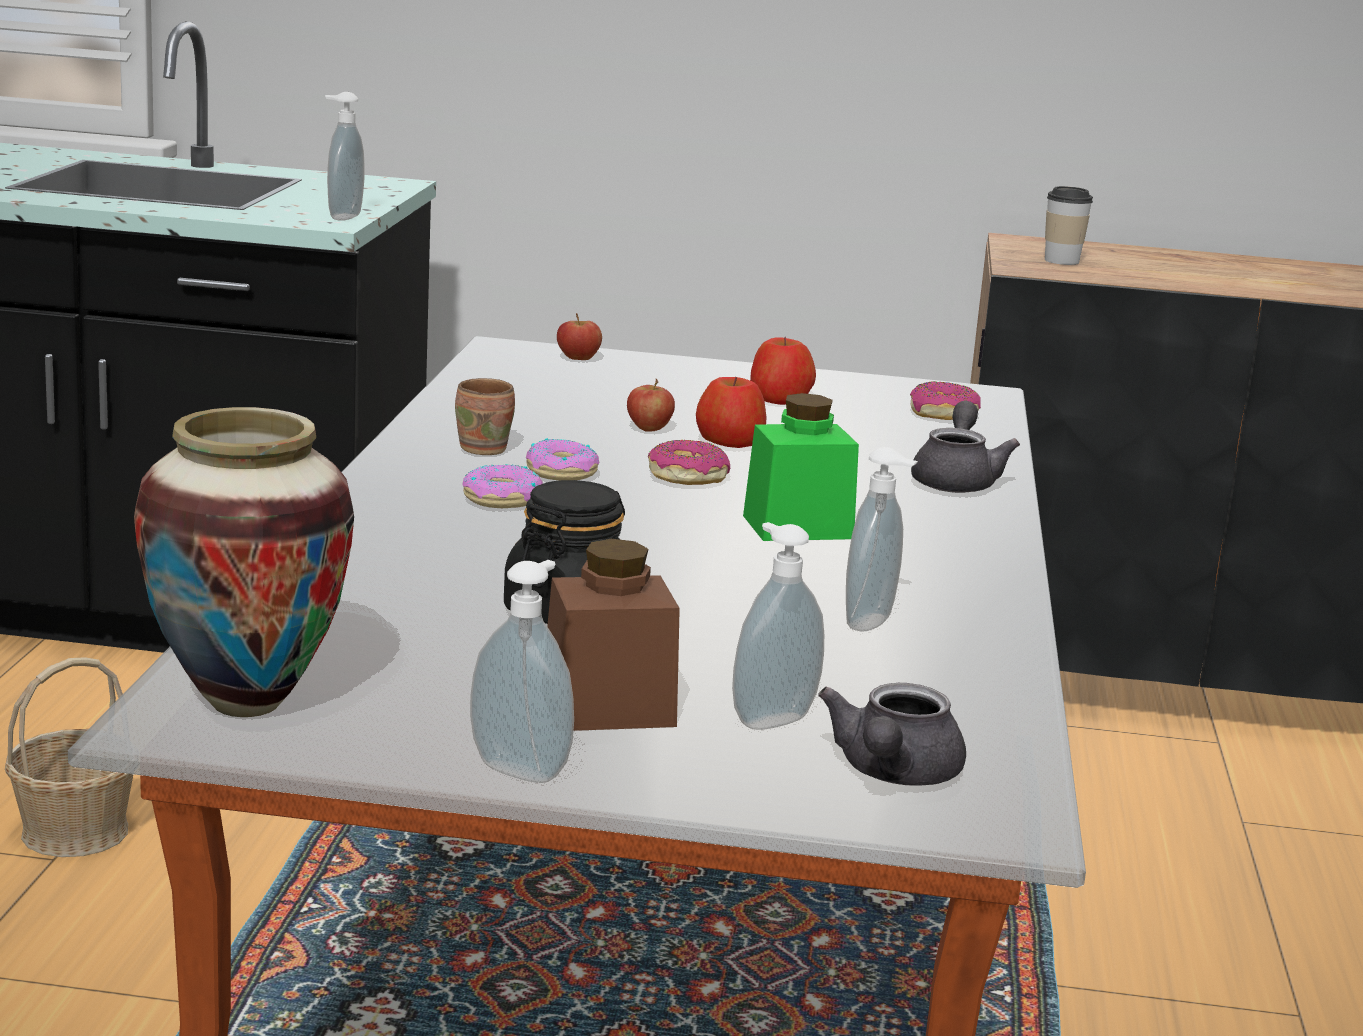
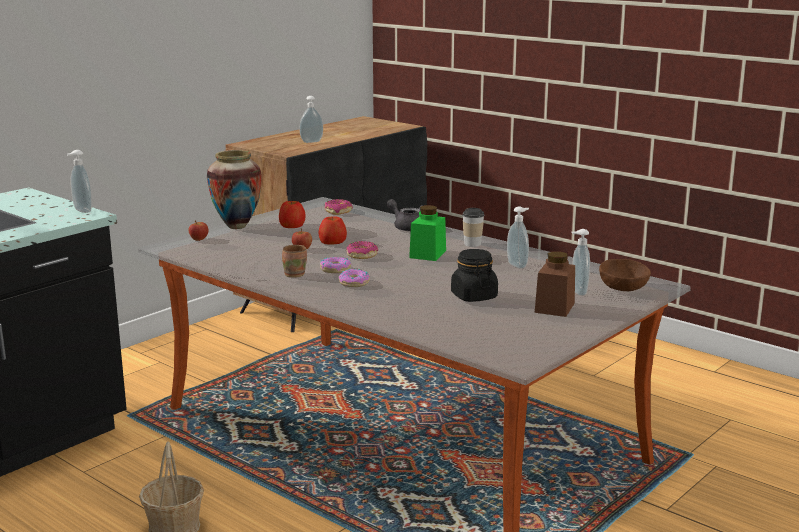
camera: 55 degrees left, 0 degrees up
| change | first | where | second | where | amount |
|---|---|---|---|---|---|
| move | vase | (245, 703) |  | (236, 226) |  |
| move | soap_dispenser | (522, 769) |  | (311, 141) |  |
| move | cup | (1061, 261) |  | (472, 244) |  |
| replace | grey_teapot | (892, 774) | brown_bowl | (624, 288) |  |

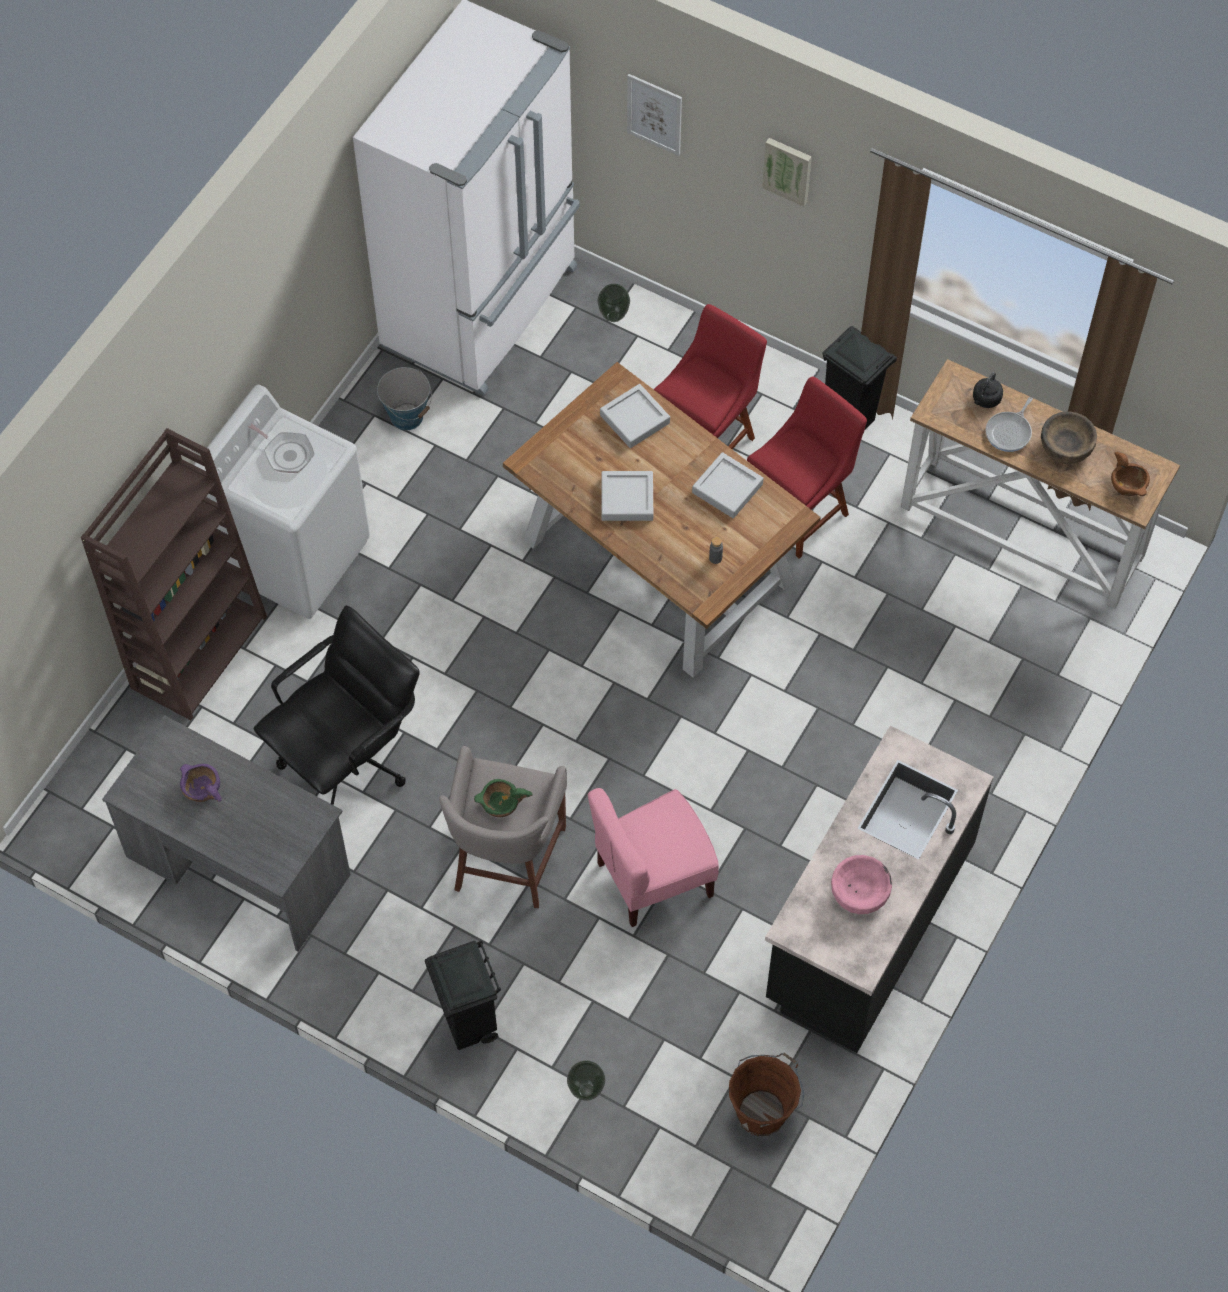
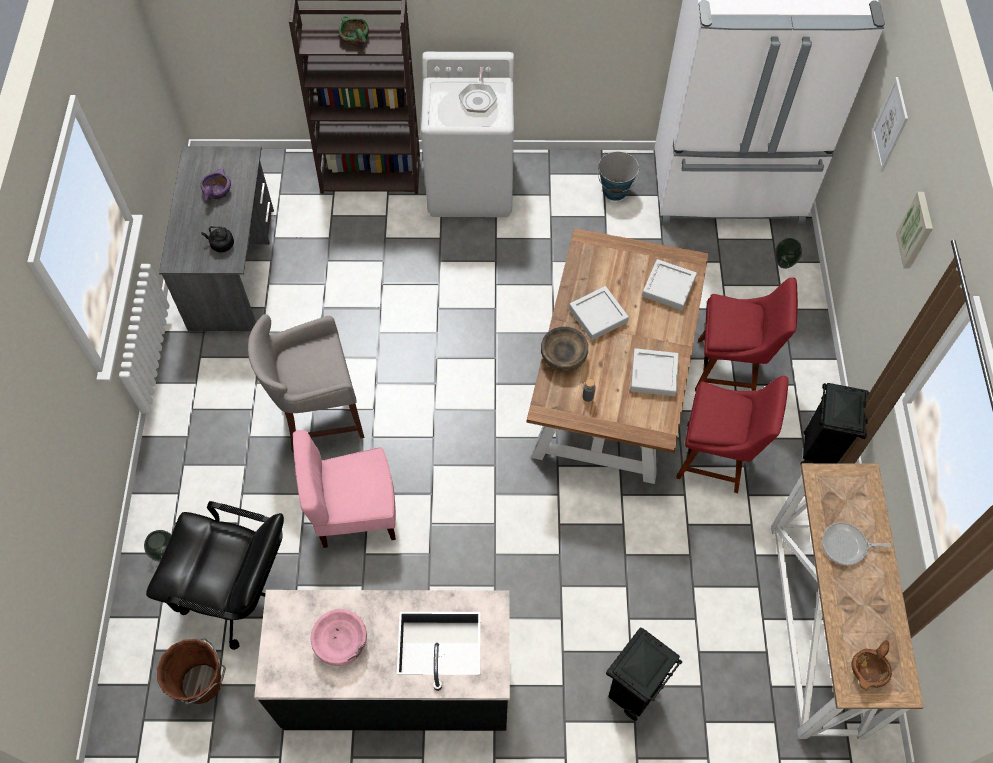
camera: 60 degrees right, 0 degrees up
| change | first | where | second | where | amount |
|---|---|---|---|---|---|
| move | black_office_chair | (348, 758) |  | (240, 594) |  |
| move | black_kettle | (985, 400) |  | (221, 244) |  |
| rotate | pink_chair | (653, 878) |  | (355, 513) | 45 degrees counterclockwise |
| move | green_bowl | (500, 804) |  | (354, 38) |  |
| move | brown_bowl | (1066, 447) |  | (563, 356) |  |
| move | black_trash_can | (470, 1026) |  | (631, 694) |  |

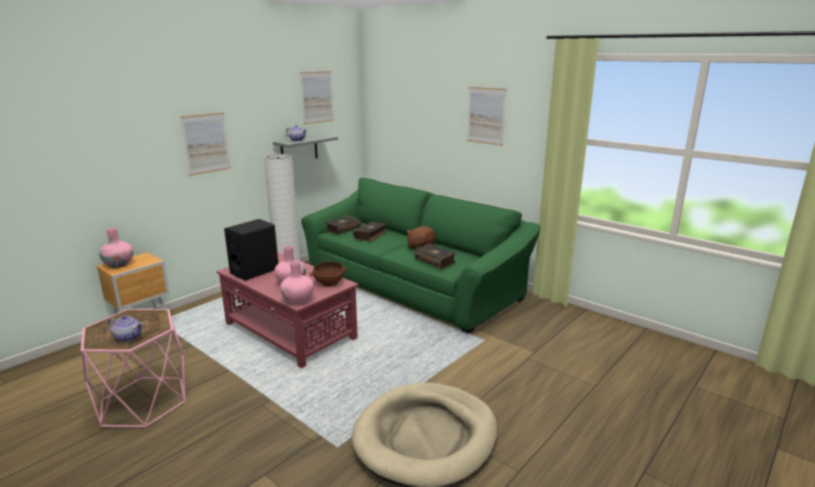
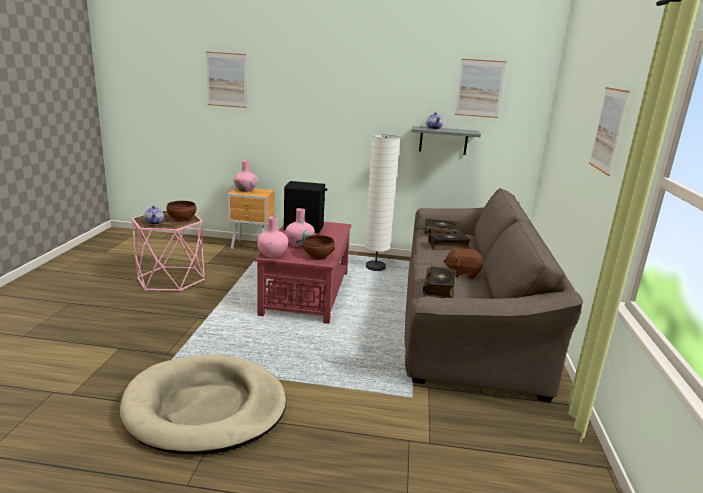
camera: 55 degrees right, 0 degrees up
| change | first | where | second | where | amount |
|---|---|---|---|---|---|
| insert |  |  | brown_bowl | (181, 219) |  |
| move | picture | (206, 143) |  | (226, 80) |  |
| recolor | green_sofa | (411, 284) | brown_sofa | (466, 319) |  |

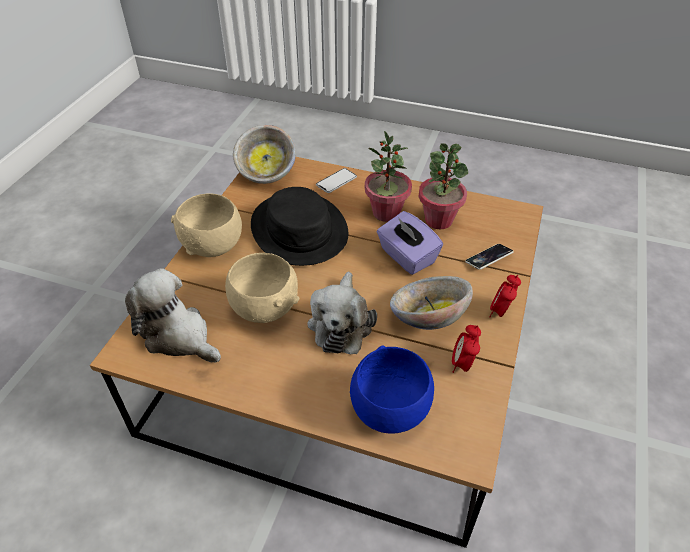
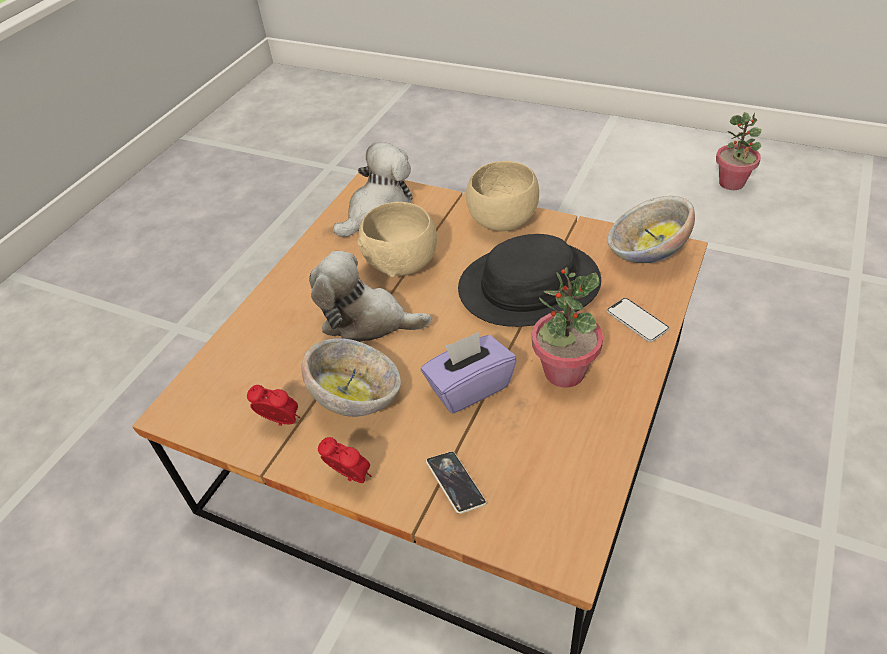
camera: 100 degrees right, 0 degrees up
| change | first | where | second | where | amount |
|---|---|---|---|---|---|
| move | potted_plant | (439, 220) |  | (732, 183) |  |
| delete | blue_bowl | (390, 411) |  |  |  |

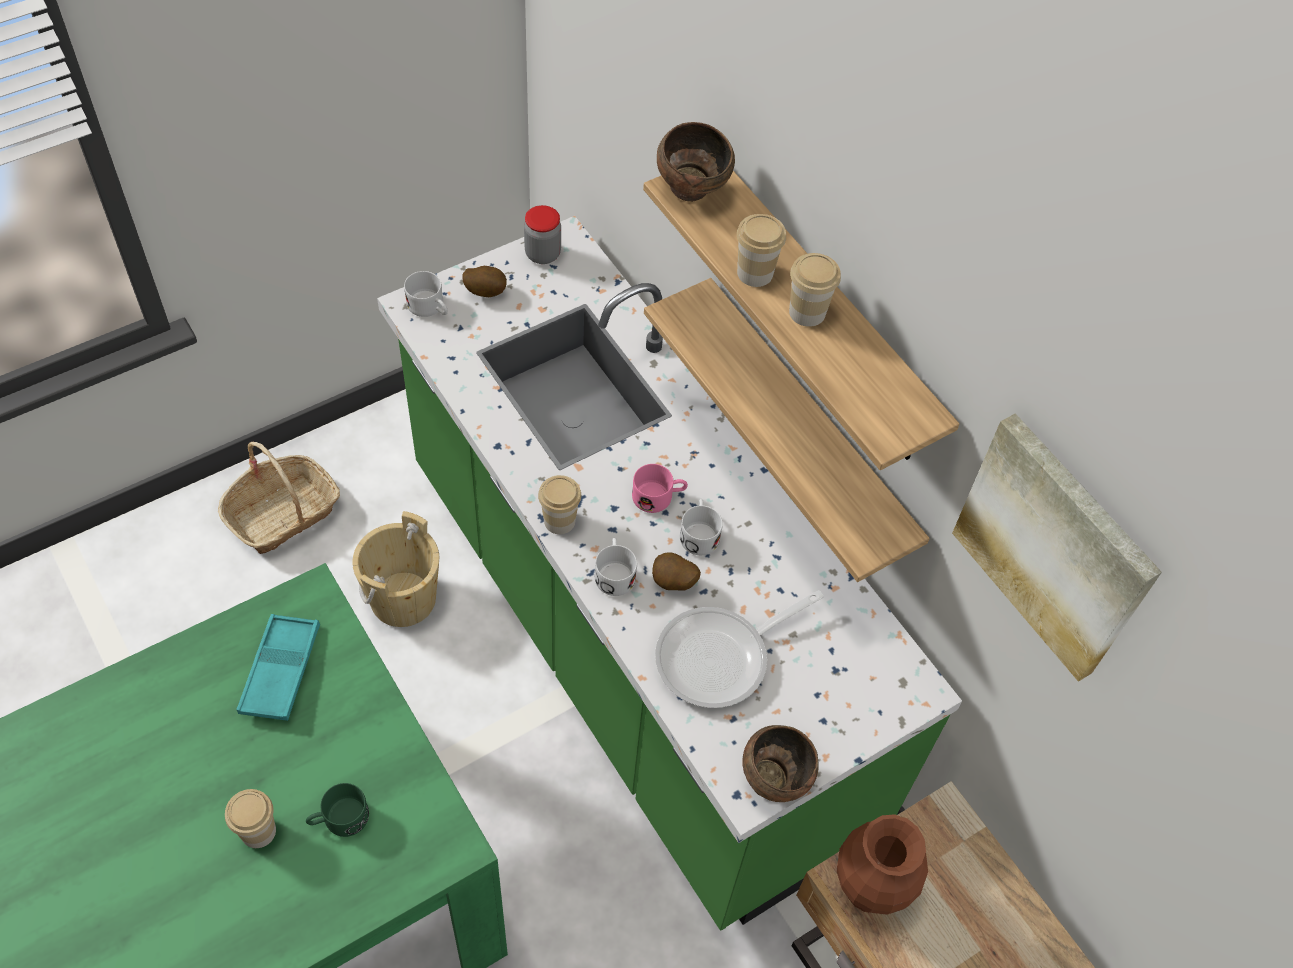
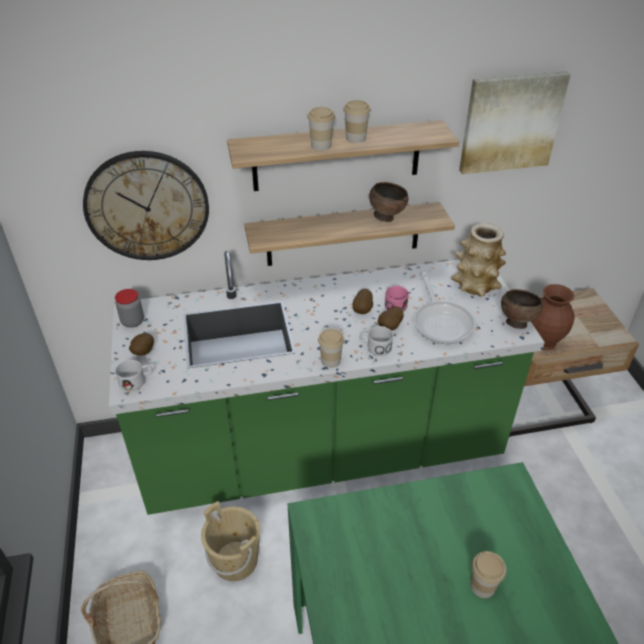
camera: 65 degrees left, 15 degrees down
| change | first | where | second | where | amount |
|---|---|---|---|---|---|
| insert |  |  | wall_clock | (147, 206) |  |
| replace | white_mug | (699, 533) | potato | (363, 310) |  |
| move | brown_bowl | (692, 191) |  | (386, 217) |  |
| move | pink_mug | (659, 497) |  | (396, 304) |  |
| insert |  |  | vase | (475, 285) |  |
| delete | turquoise_tray | (280, 671) |  |  |  |
| delete | green_mug | (339, 819) |  |  |  |

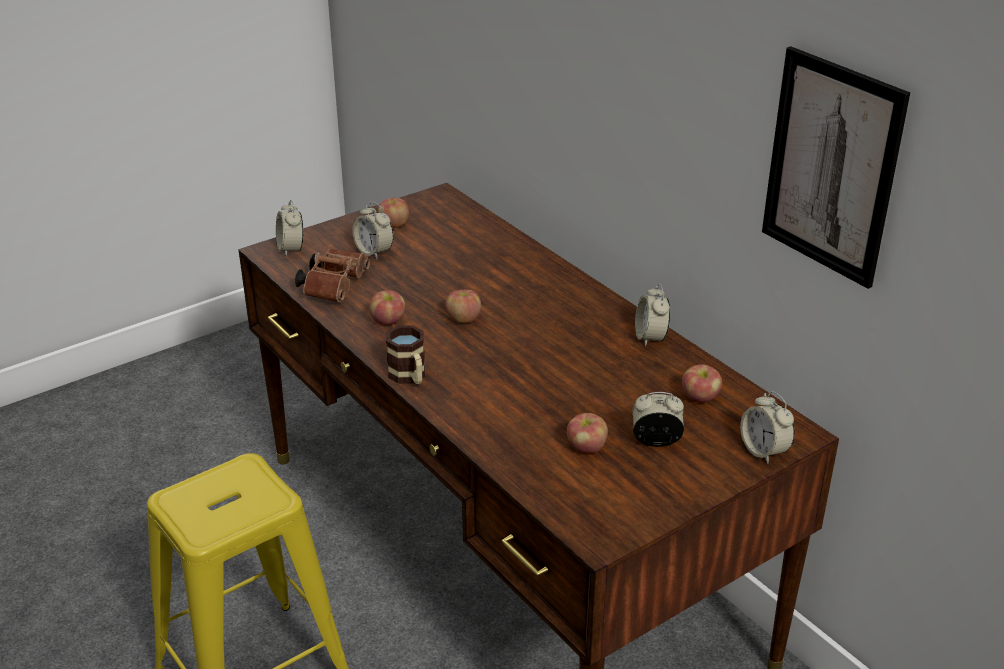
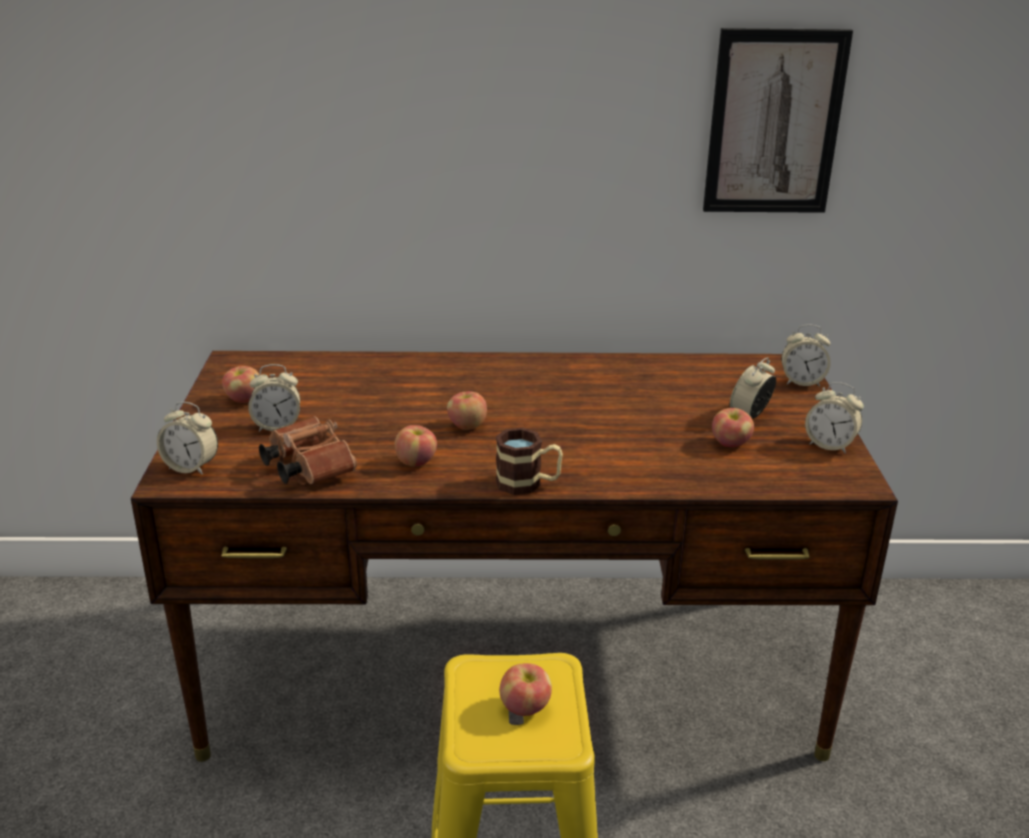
camera: 55 degrees left, 5 degrees down
| change | first | where | second | where | amount |
|---|---|---|---|---|---|
| move | apple | (700, 398) |  | (525, 707) |  |
| move | alarm_clock | (650, 337) |  | (829, 445) |  |

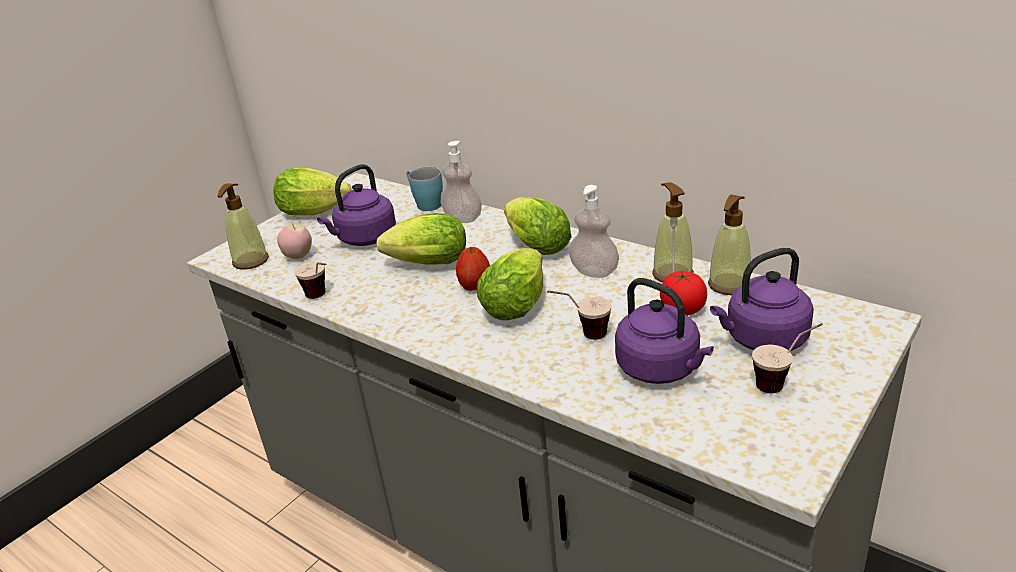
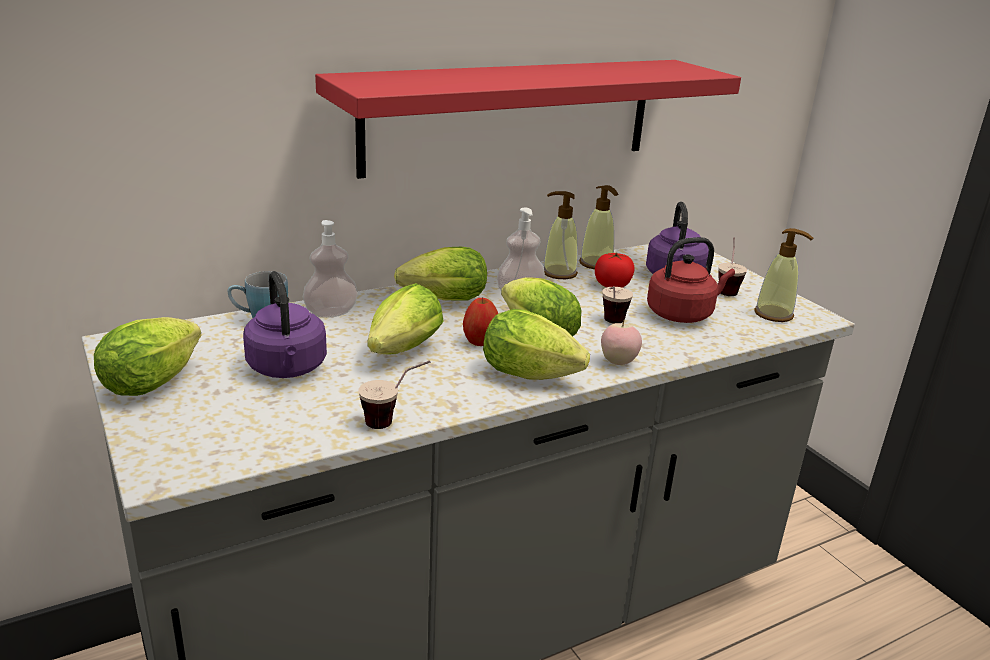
camera: 70 degrees left, 5 degrees down
| change | first | where | second | where | amount |
|---|---|---|---|---|---|
| insert |  |  | red_shelf | (511, 115) |  |
| insert |  |  | lettuce | (535, 376) |  |
| move | apple | (298, 256) |  | (618, 362) |  |
| recolor | purple_kettle | (661, 369) | red_kettle | (682, 314) |  |
| move | soap_dispenser | (250, 261) |  | (774, 314) |  |

